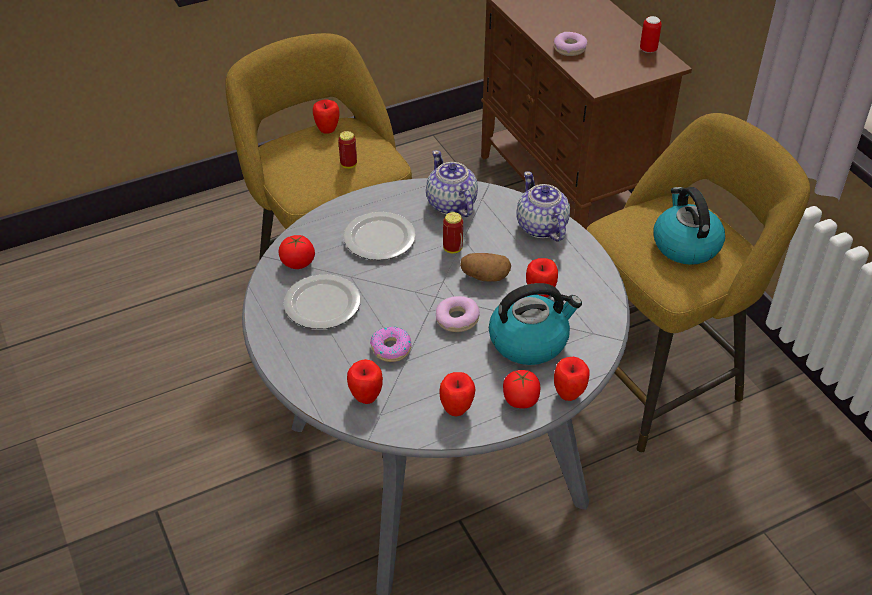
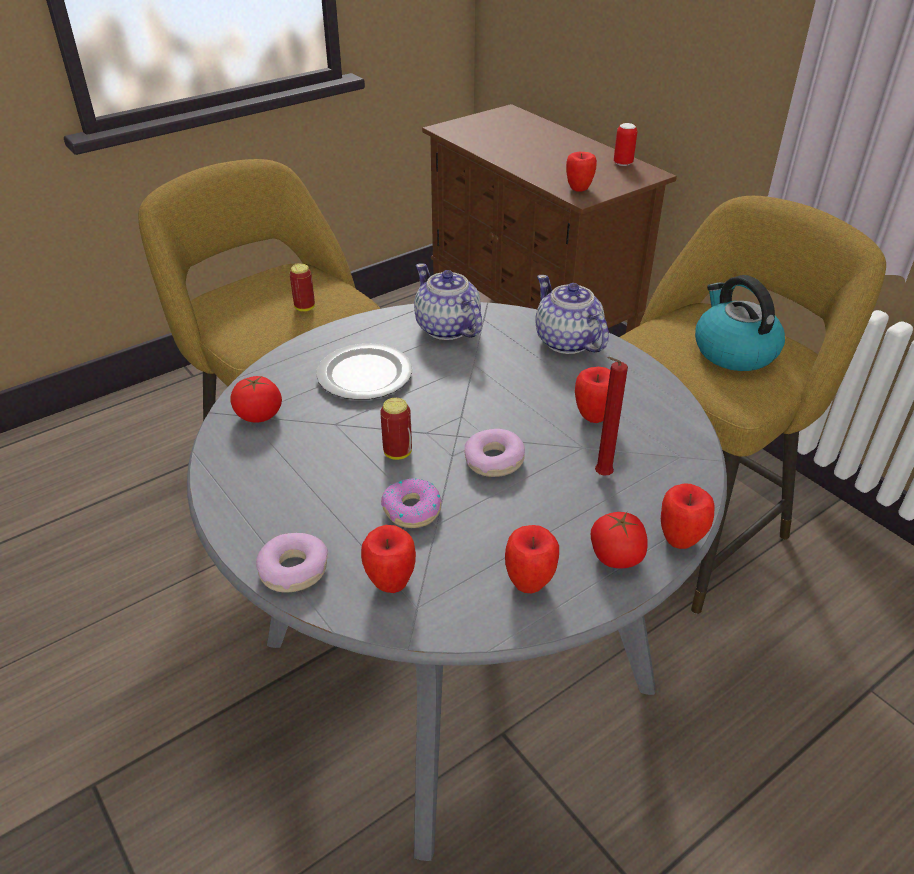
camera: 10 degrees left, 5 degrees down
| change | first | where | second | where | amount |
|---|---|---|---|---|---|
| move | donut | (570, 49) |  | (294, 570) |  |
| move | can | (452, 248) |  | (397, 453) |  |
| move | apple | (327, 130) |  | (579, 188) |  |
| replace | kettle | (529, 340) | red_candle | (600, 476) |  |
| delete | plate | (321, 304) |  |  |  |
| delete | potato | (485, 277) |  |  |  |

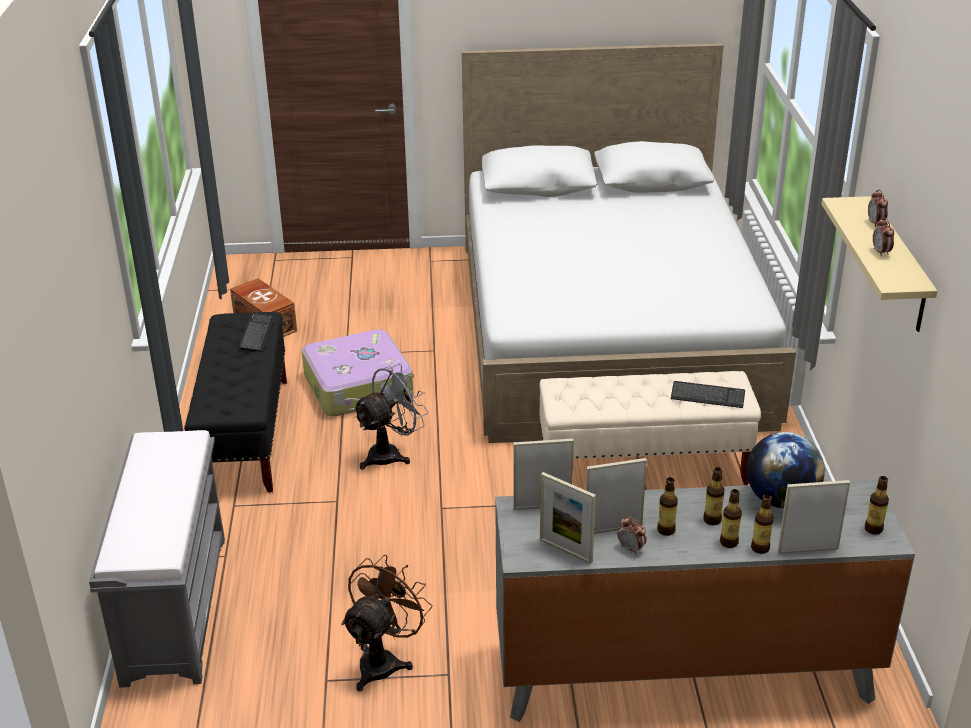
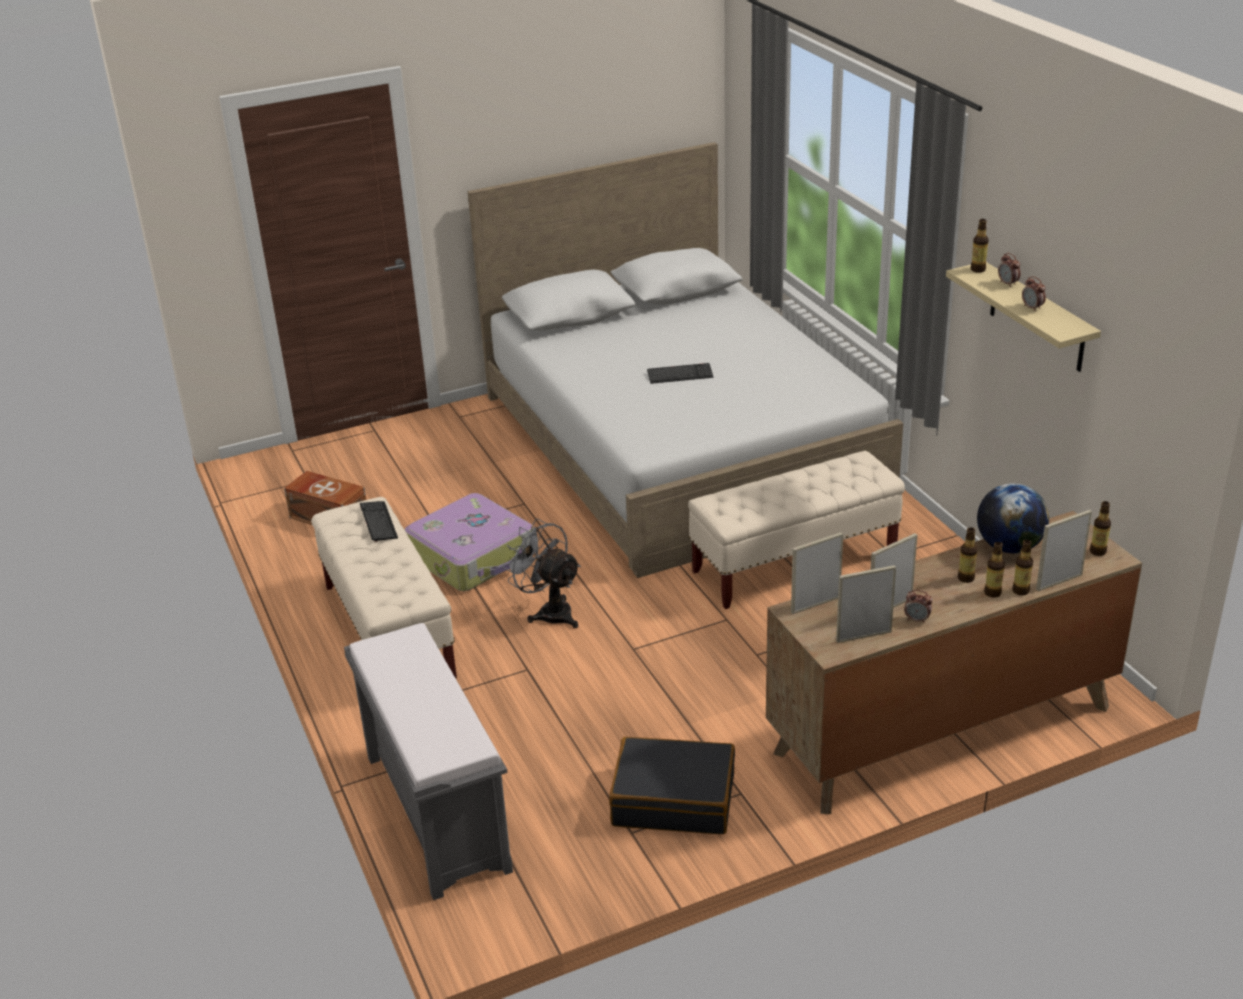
camera: 20 degrees left, 0 degrees up
| change | first | where | second | where | amount |
|---|---|---|---|---|---|
| recolor | black_bench | (245, 435) | beige_bench | (388, 631) |  |
| rotate | grey_fan | (391, 454) |  | (549, 612) | 75 degrees counterclockwise |
| replace | brown_fan | (384, 661) | black_suitcase | (674, 799) |  |
| move | keyboard | (707, 396) |  | (680, 375) |  |
| recolor | grey_dresser | (683, 672) | brown_dresser | (942, 730) |  |
| rotate | picture_frame | (566, 551) |  | (863, 636) | 150 degrees clockwise |
| move | bottle | (666, 530) |  | (978, 269) |  |

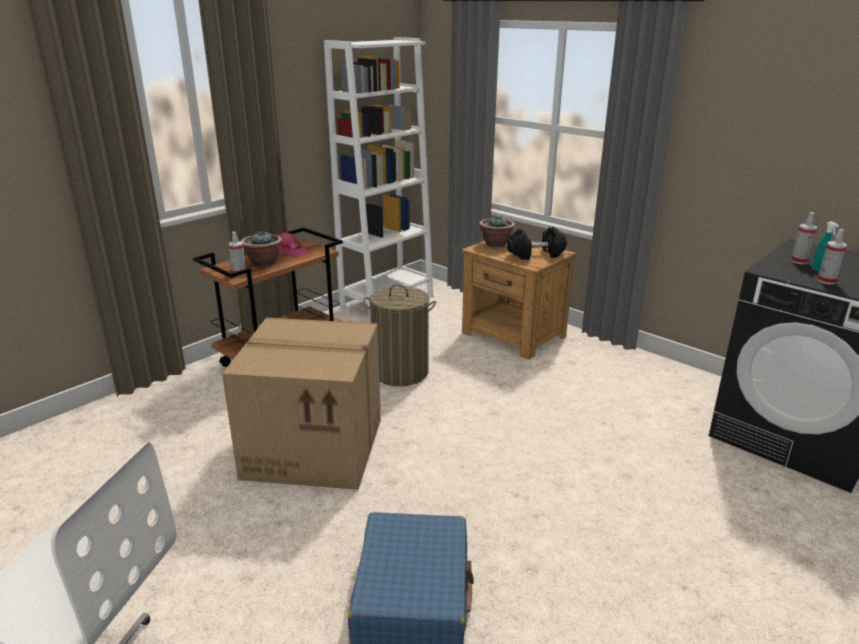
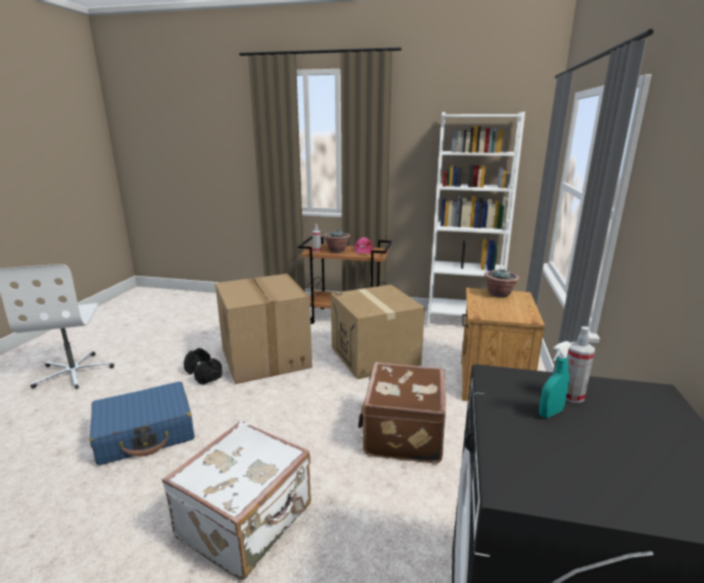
camera: 60 degrees right, 5 degrees down
| change | first | where | second | where | amount |
|---|---|---|---|---|---|
| insert |  |  | white_suitcase | (247, 522) |  |
| move | black_dumbbell | (536, 255) |  | (203, 375) |  |
| replace | laundry_basket | (400, 372) | cardboard_box | (375, 356) |  |
| insert |  |  | brown_suitcase | (402, 434) |  |
| delete | spray_bottle | (826, 281) |  |  |  |

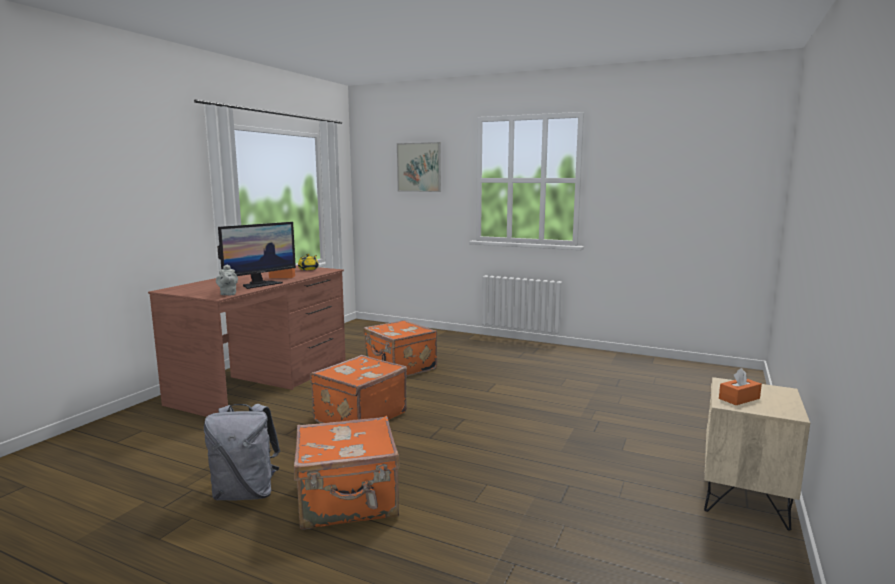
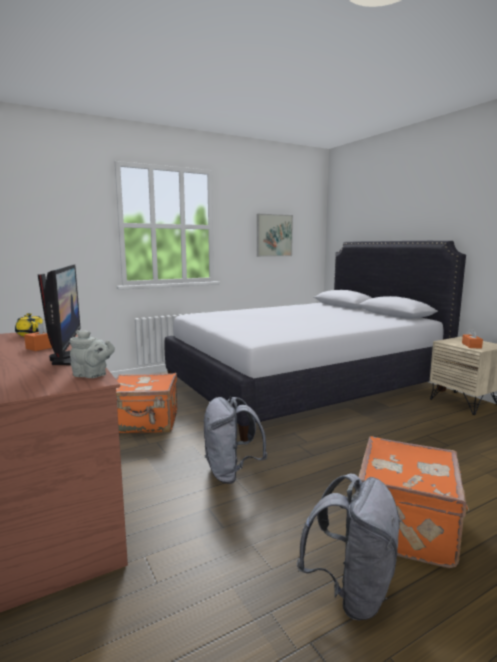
camera: 55 degrees left, 0 degrees up
| change | first | where | second | where | amount |
|---|---|---|---|---|---|
| insert |  |  | white_bed | (303, 385) |  |
| replace | orange_suitcase | (358, 416) | grey_backpack | (231, 473) |  |
| move | picture | (419, 167) |  | (274, 235) |  |

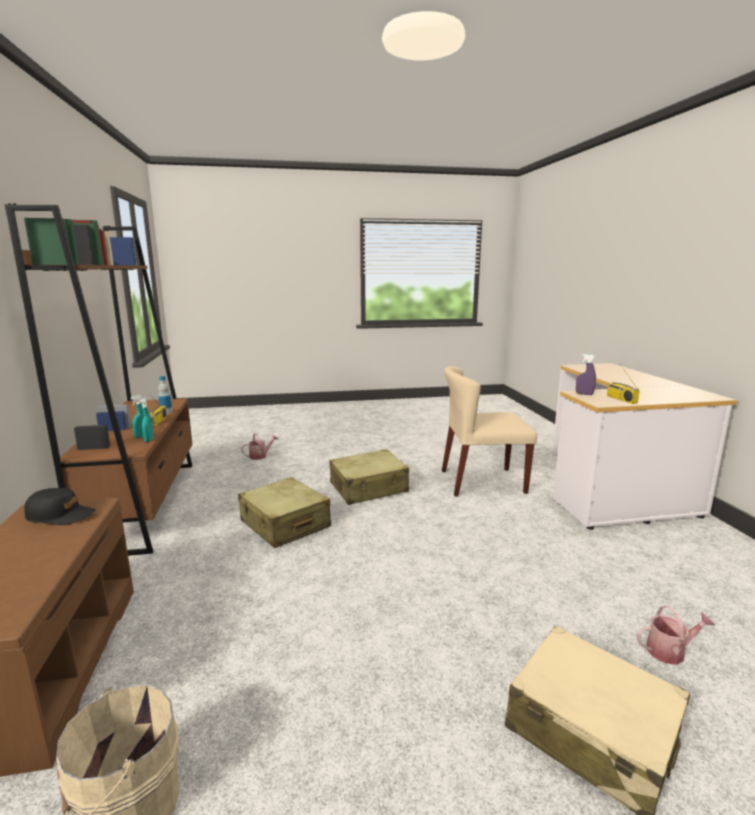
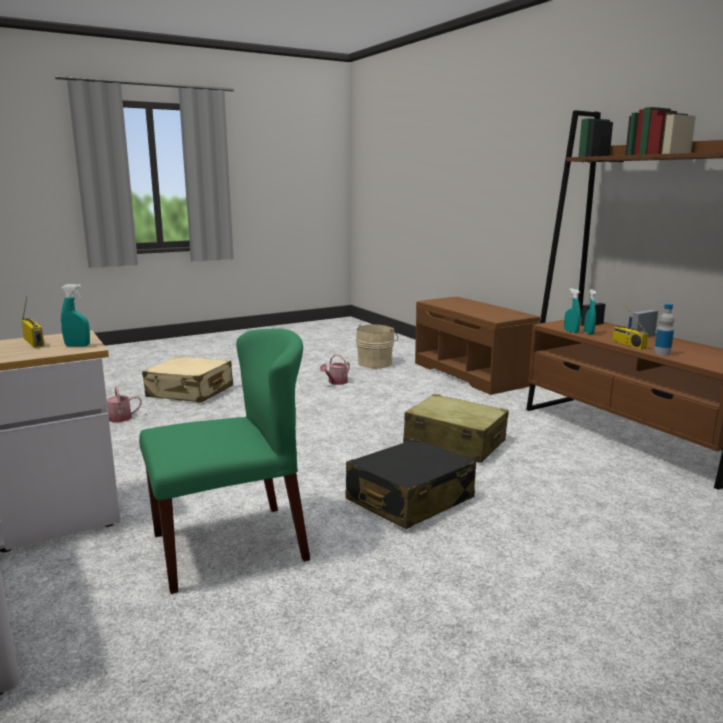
camera: 160 degrees right, 0 degrees up
| change | first | where | second | where | amount |
|---|---|---|---|---|---|
| recolor | purple_spray_bottle | (584, 394) | turquoise_spray_bottle | (77, 346) |  |
| recolor | beige_chair | (481, 482) | green_chair | (230, 546) |  |
| move | watering_can | (260, 456) |  | (336, 382) |  |
| recolor | beige_suitcase | (369, 488) | black_suitcase | (409, 500) |  |
| delete | black_cap | (61, 515) |  |  |  |

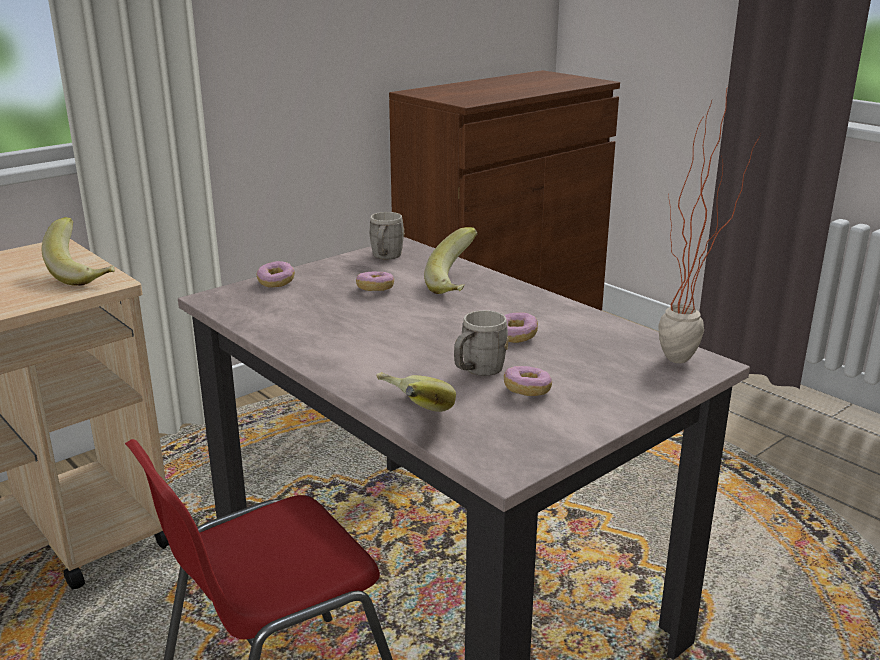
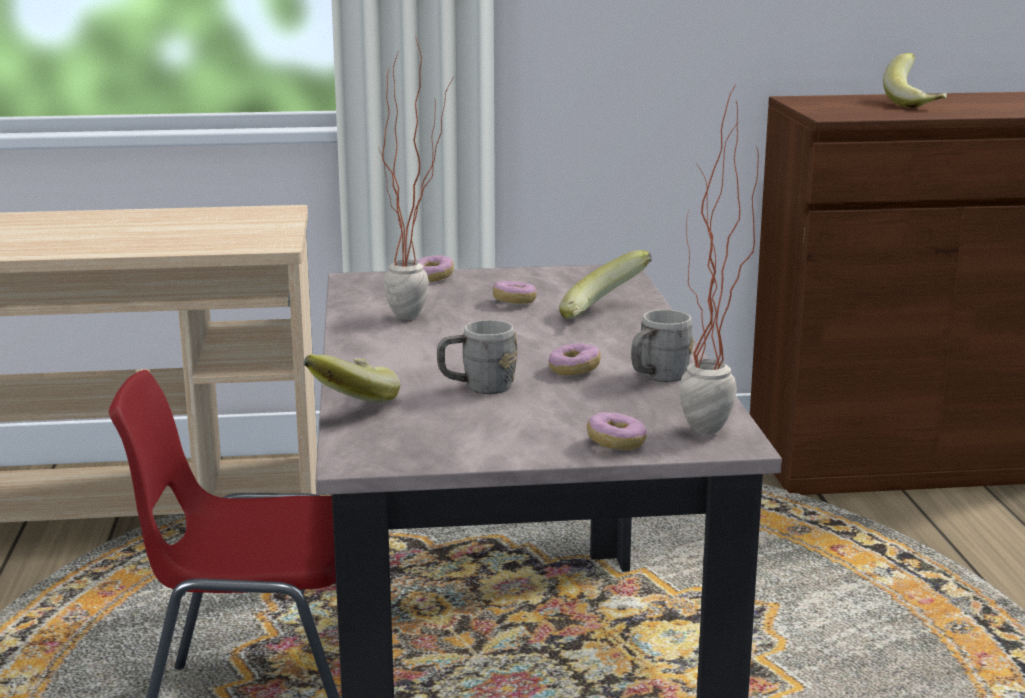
camera: 35 degrees right, 5 degrees down
| change | first | where | second | where | amount |
|---|---|---|---|---|---|
| insert |  |  | potted_plant | (421, 318) |  |
| move | donut | (527, 390) |  | (616, 444) |  |
| move | grey_mug | (385, 257) |  | (657, 378) |  |
| move | banana | (85, 274) |  | (916, 103) |  |

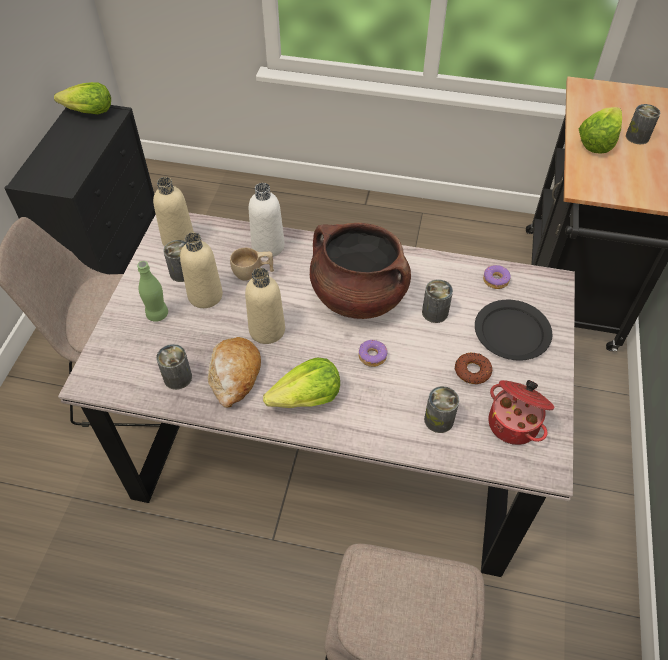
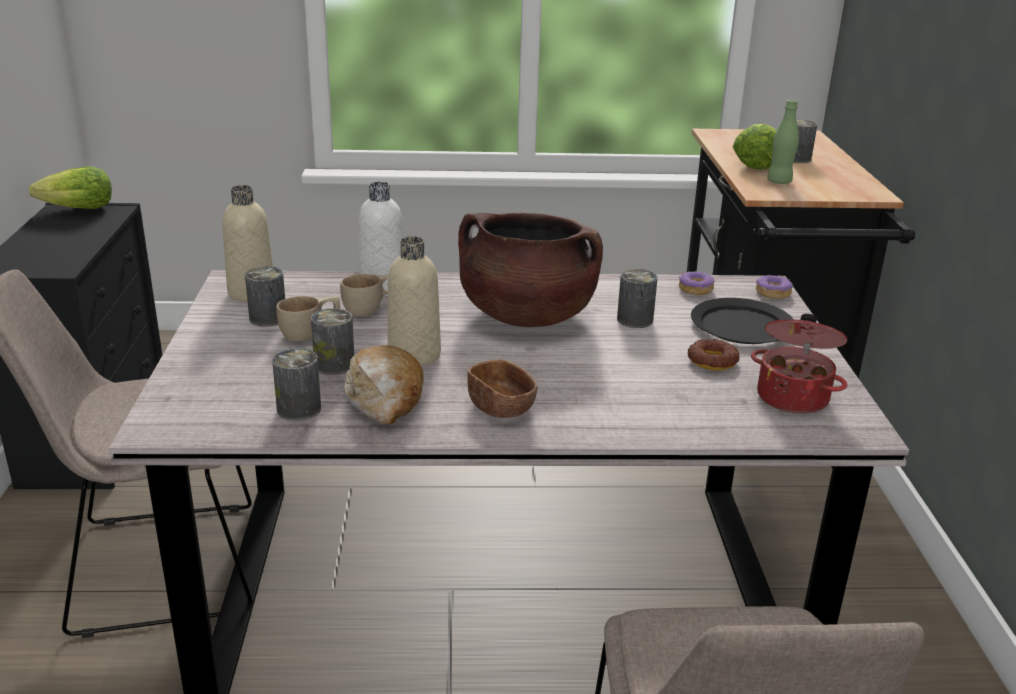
camera: 15 degrees left, 25 degrees down
| change | first | where | second | where | amount |
|---|---|---|---|---|---|
| replace | beige_bottle | (205, 295) | beige_cup | (310, 334) |  |
| move | can | (439, 420) |  | (334, 365) |  |
| replace | lettuce | (306, 399) | brown_bowl | (501, 407) |  |
| move | donut | (372, 356) |  | (772, 293) |  |
| move | green_bottle | (157, 314) |  | (779, 182) |  |

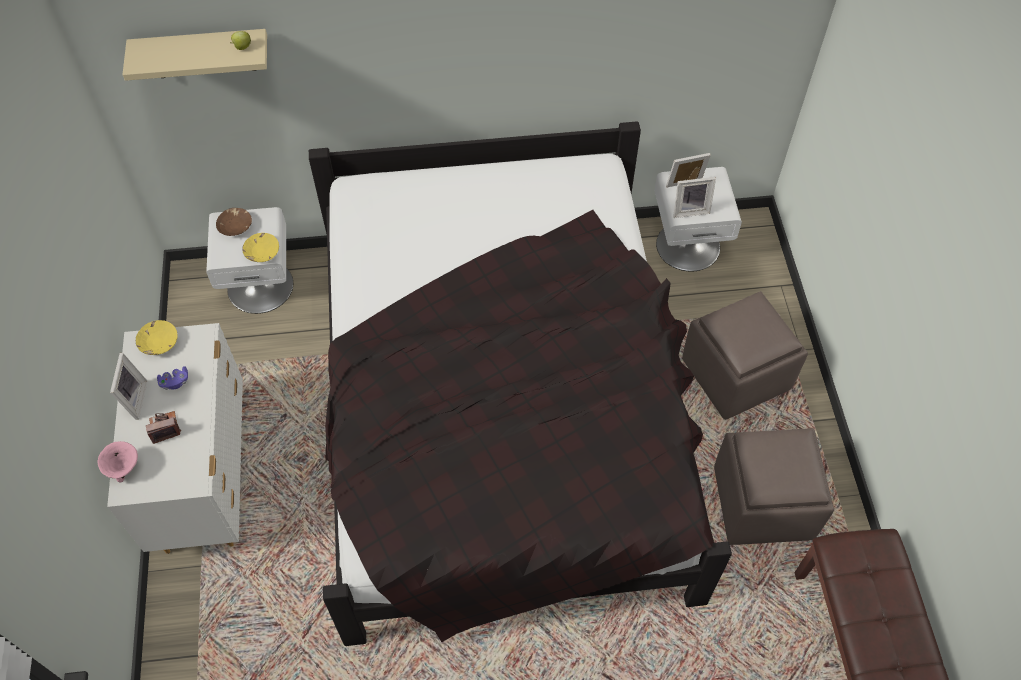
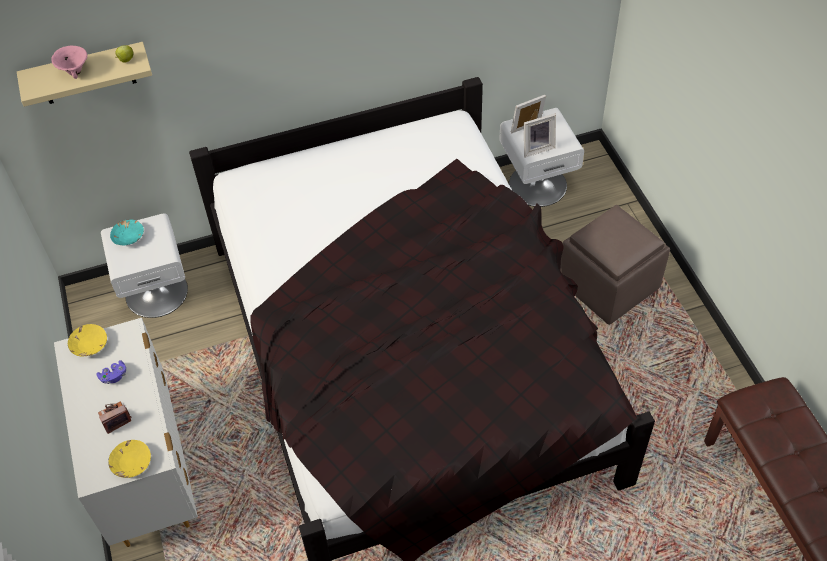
camera: 10 degrees left, 5 degrees down
| change | first | where | second | where | amount |
|---|---|---|---|---|---|
| move | pink_bowl | (124, 467) |  | (74, 71) |  |
| move | yellow_bowl | (262, 252) |  | (131, 463) |  |
| recolor | brown_bowl | (236, 227) | turquoise_bowl | (129, 237) |  |
| delete | picture_frame | (133, 400) |  |  |  |
| delete | brown_ottoman | (764, 504) |  |  |  |

